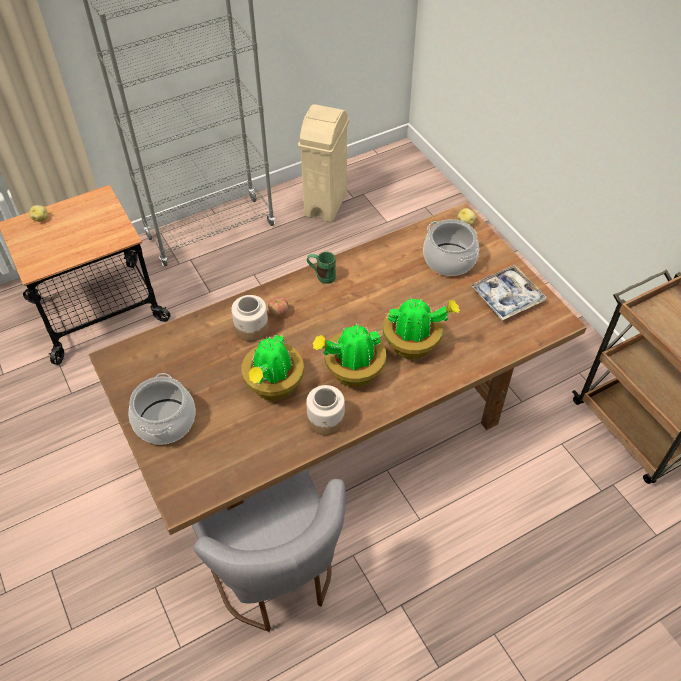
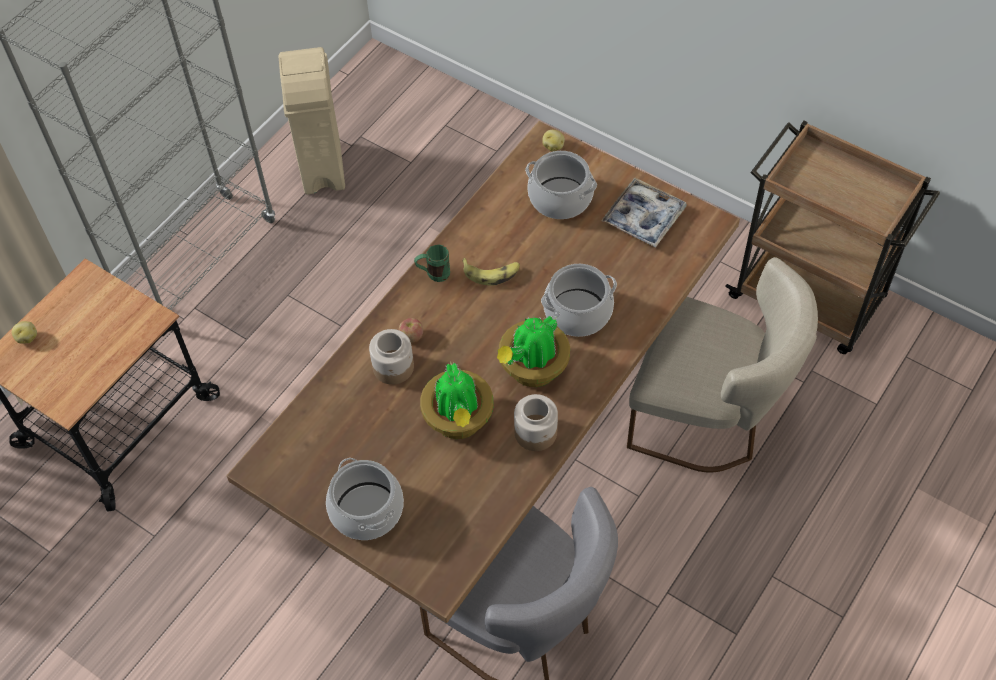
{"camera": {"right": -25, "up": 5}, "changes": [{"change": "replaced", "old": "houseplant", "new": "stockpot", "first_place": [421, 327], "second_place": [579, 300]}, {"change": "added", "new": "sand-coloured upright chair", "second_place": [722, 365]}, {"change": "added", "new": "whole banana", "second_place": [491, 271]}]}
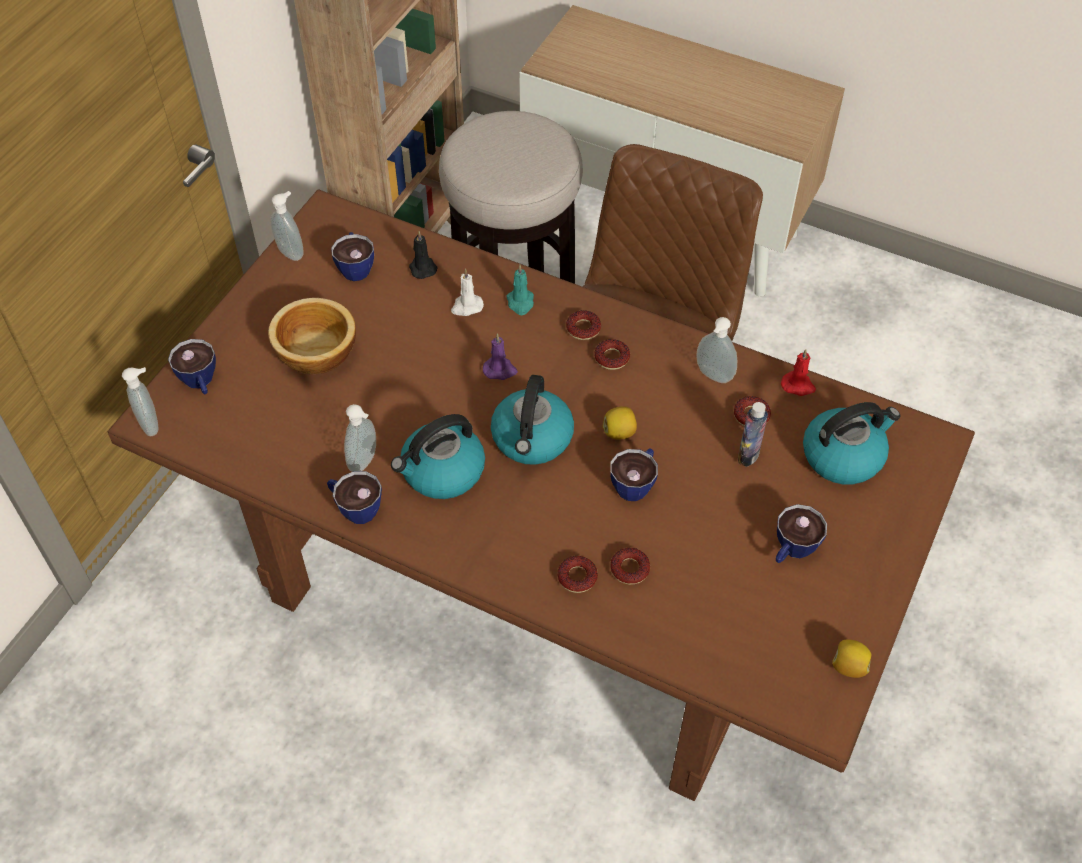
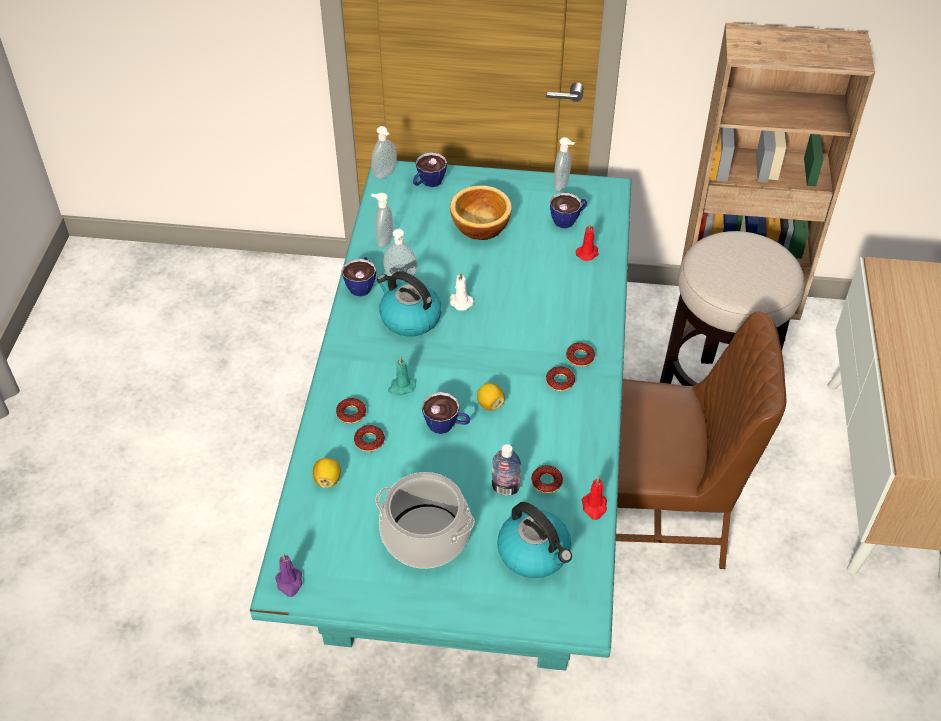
{"camera": {"right": 70, "up": -5}, "changes": [{"change": "recoloured", "old": "brown dinner table", "new": "turquoise-coloured dinner table", "first_place": [541, 495], "second_place": [440, 416]}, {"change": "recoloured", "old": "black-coloured wax candle", "new": "reddish wax candle", "first_place": [423, 255], "second_place": [586, 241]}, {"change": "moved", "old": "turquoise-coloured wax candle", "first_place": [520, 290], "second_place": [402, 375]}, {"change": "moved", "old": "white wax candle", "first_place": [467, 292], "second_place": [462, 291]}, {"change": "moved", "old": "liquid soap bottle", "first_place": [716, 350], "second_place": [382, 220]}, {"change": "moved", "old": "purplish wax candle", "first_place": [500, 356], "second_place": [288, 575]}, {"change": "removed", "old": "tea kettle", "first_place": [532, 420]}, {"change": "replaced", "old": "cup", "new": "stockpot", "first_place": [801, 533], "second_place": [425, 520]}, {"change": "moved", "old": "citrus fruit", "first_place": [852, 658], "second_place": [327, 473]}]}
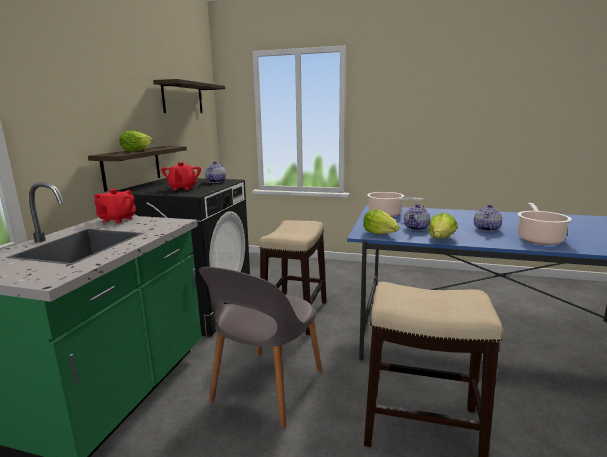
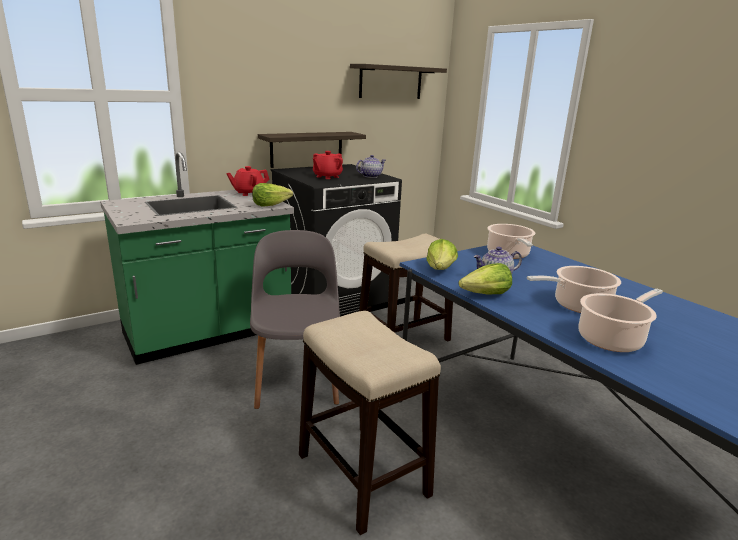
{"camera": {"right": 40, "up": 5}, "changes": [{"change": "moved", "old": "lettuce", "first_place": [136, 141], "second_place": [272, 195]}, {"change": "replaced", "old": "pot for tea", "new": "stockpot", "first_place": [488, 218], "second_place": [574, 289]}, {"change": "turned", "old": "greyish upright chair", "first_place": [260, 347], "second_place": [295, 319], "degrees": 105}]}
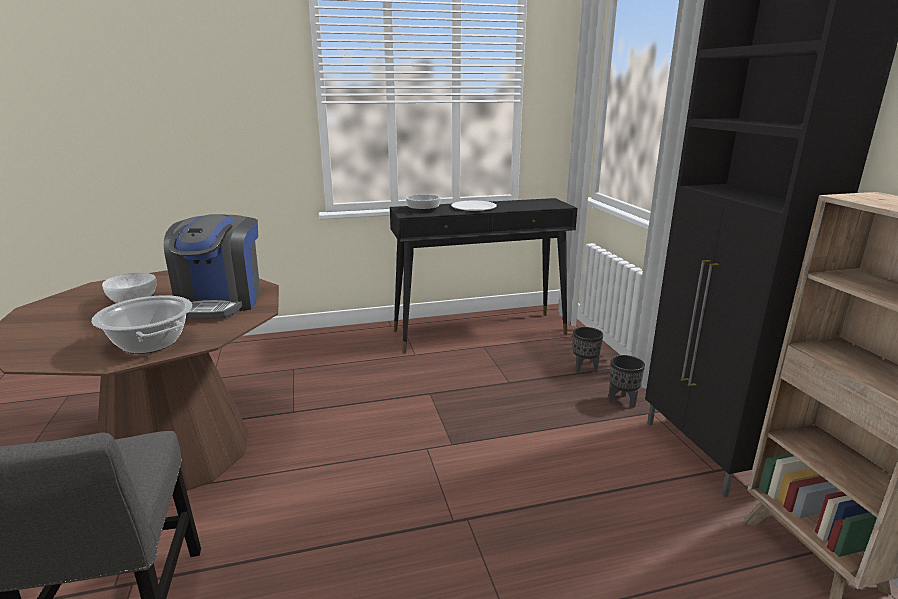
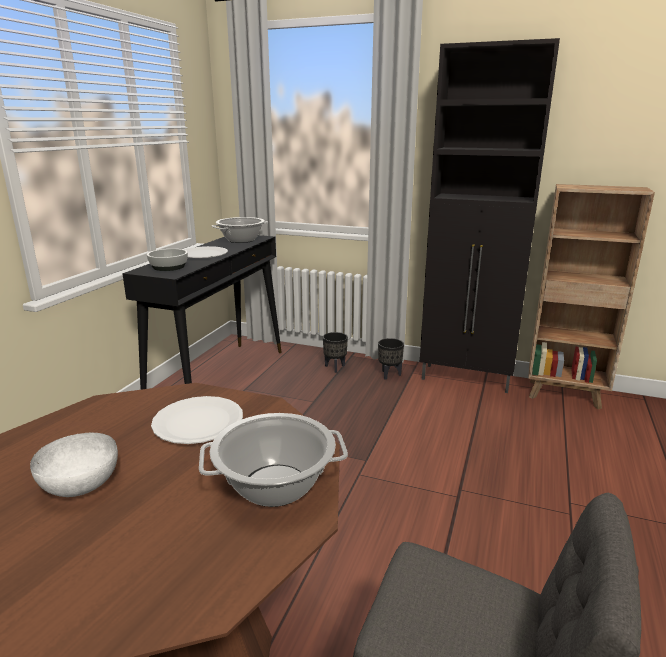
{"camera": {"right": -55, "up": 0}, "changes": [{"change": "replaced", "old": "coffee brewer", "new": "white dinner plate", "first_place": [212, 266], "second_place": [197, 420]}, {"change": "added", "new": "stockpot", "second_place": [239, 230]}]}
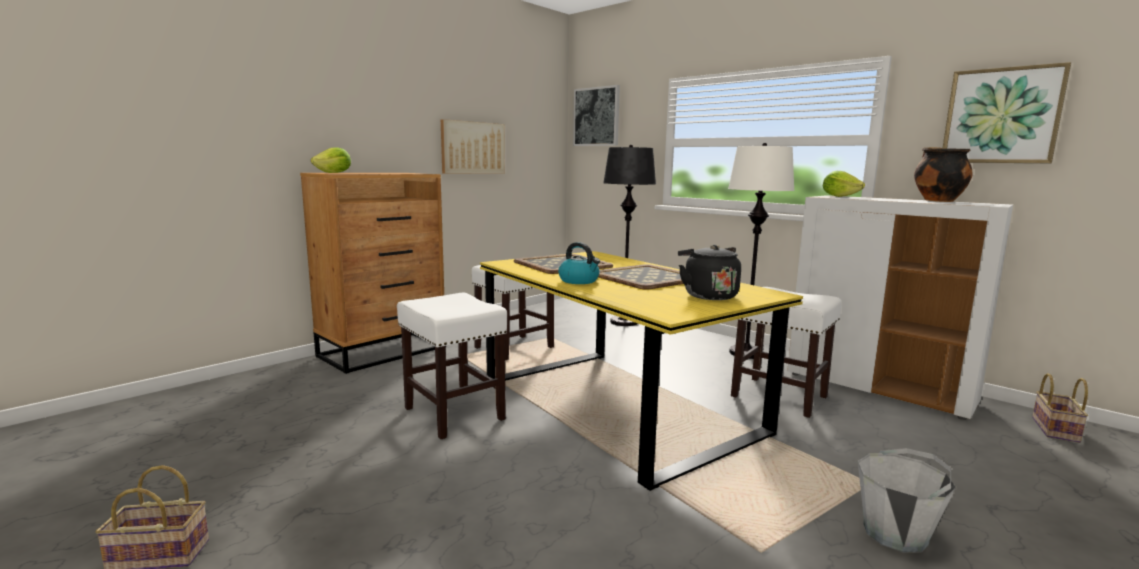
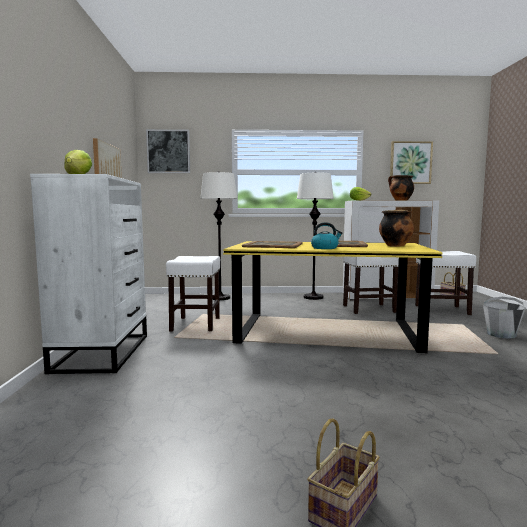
{"camera": {"right": -45, "up": -5}, "changes": [{"change": "recoloured", "old": "black-coloured floor lamp", "new": "white floor lamp", "first_place": [629, 235], "second_place": [219, 235]}, {"change": "recoloured", "old": "brown drawer chest", "new": "white drawer chest", "first_place": [373, 273], "second_place": [88, 274]}, {"change": "replaced", "old": "black-coloured tea kettle", "new": "stockpot", "first_place": [709, 272], "second_place": [396, 228]}, {"change": "moved", "old": "white sitting stool", "first_place": [452, 366], "second_place": [445, 283]}]}
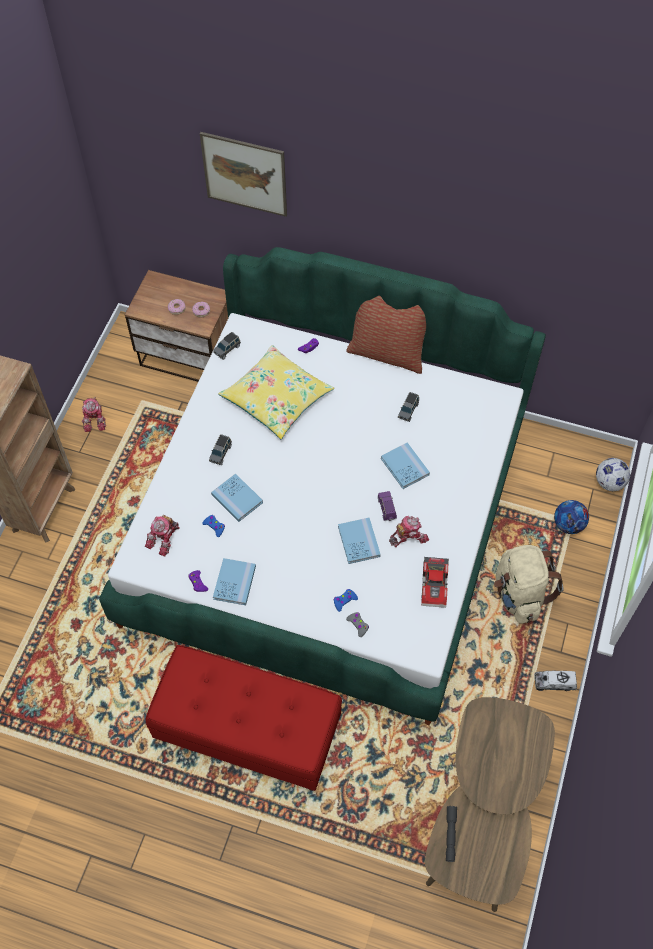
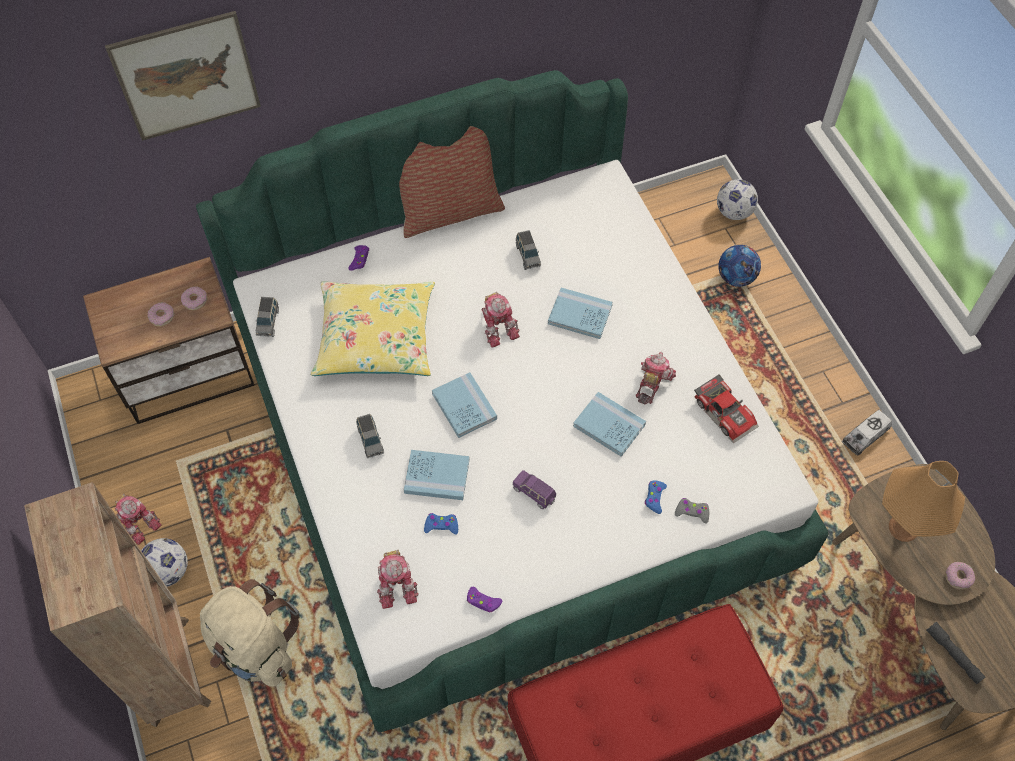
{"camera": {"right": -40, "up": 0}, "changes": [{"change": "moved", "old": "purplish model car", "first_place": [387, 506], "second_place": [534, 489]}, {"change": "moved", "old": "sand-coloured rucksack", "first_place": [529, 584], "second_place": [250, 633]}, {"change": "moved", "old": "bluish book", "first_place": [234, 581], "second_place": [464, 405]}, {"change": "added", "new": "model robot", "second_place": [501, 320]}, {"change": "added", "new": "orange-coloured table lamp", "second_place": [923, 501]}, {"change": "added", "new": "football", "second_place": [164, 562]}, {"change": "added", "new": "donut", "second_place": [960, 576]}]}
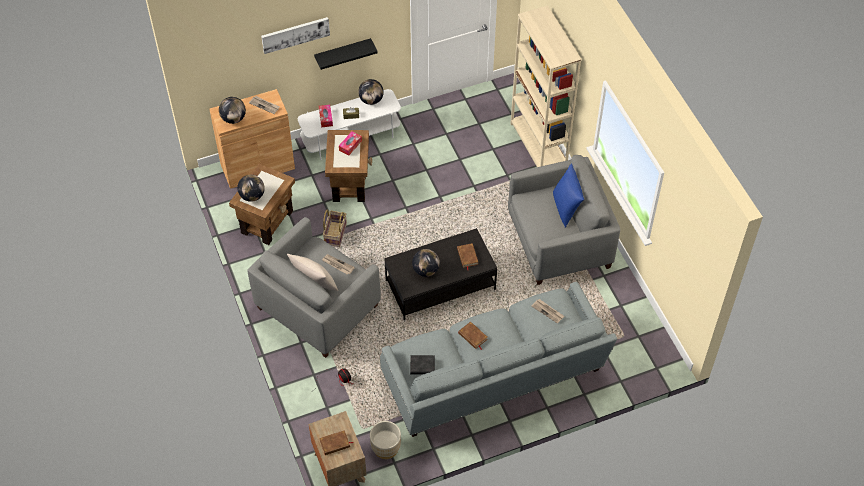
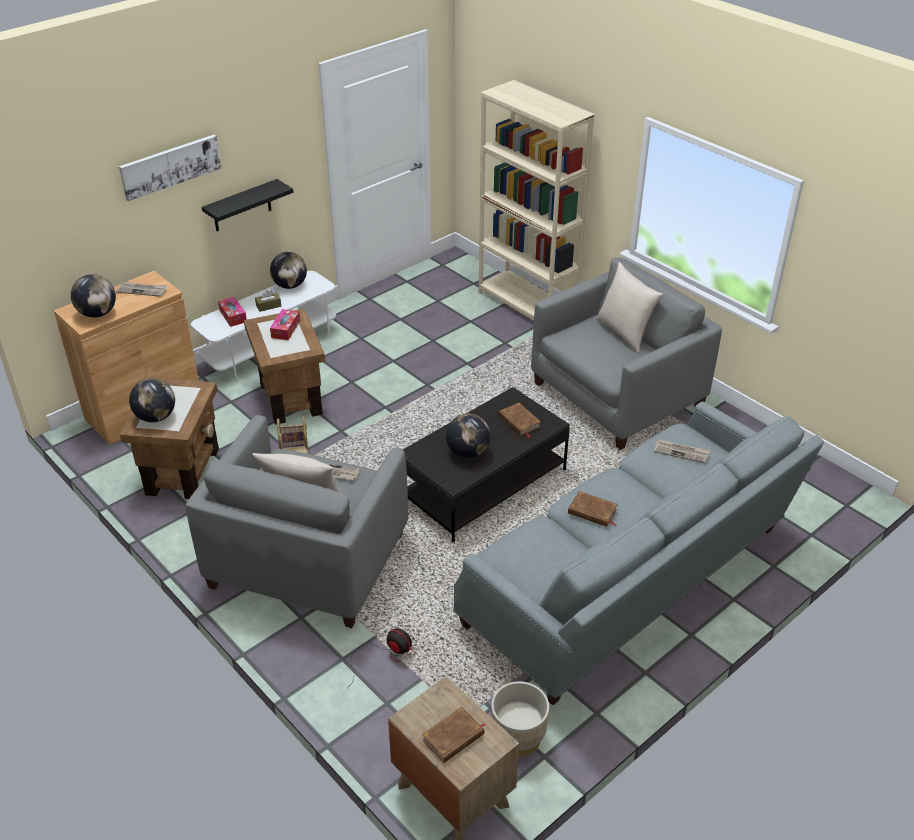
{"camera": {"right": -20, "up": -15}, "changes": [{"change": "recoloured", "old": "bluish pillow", "new": "sand-coloured pillow", "first_place": [568, 196], "second_place": [629, 307]}, {"change": "removed", "old": "black-coloured book", "first_place": [422, 365]}]}
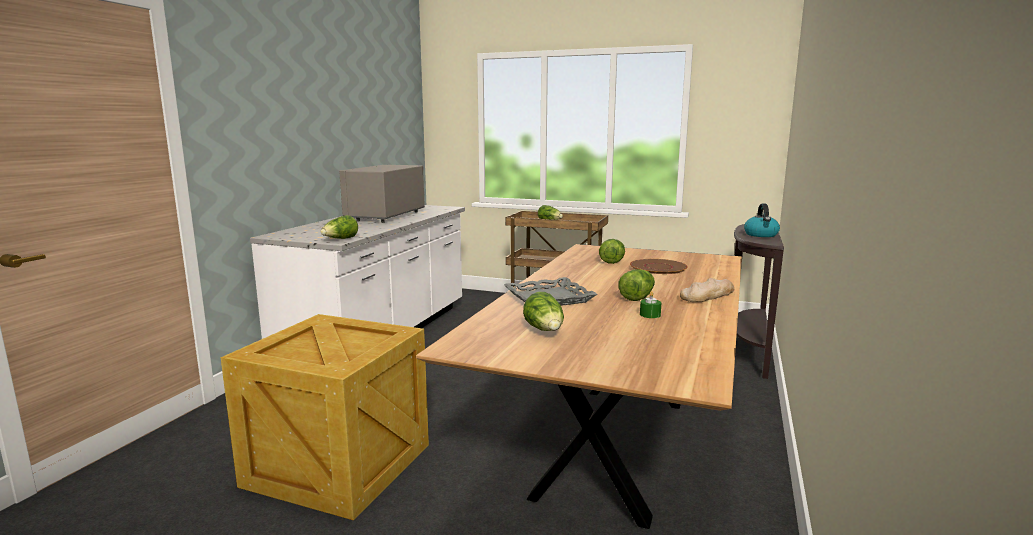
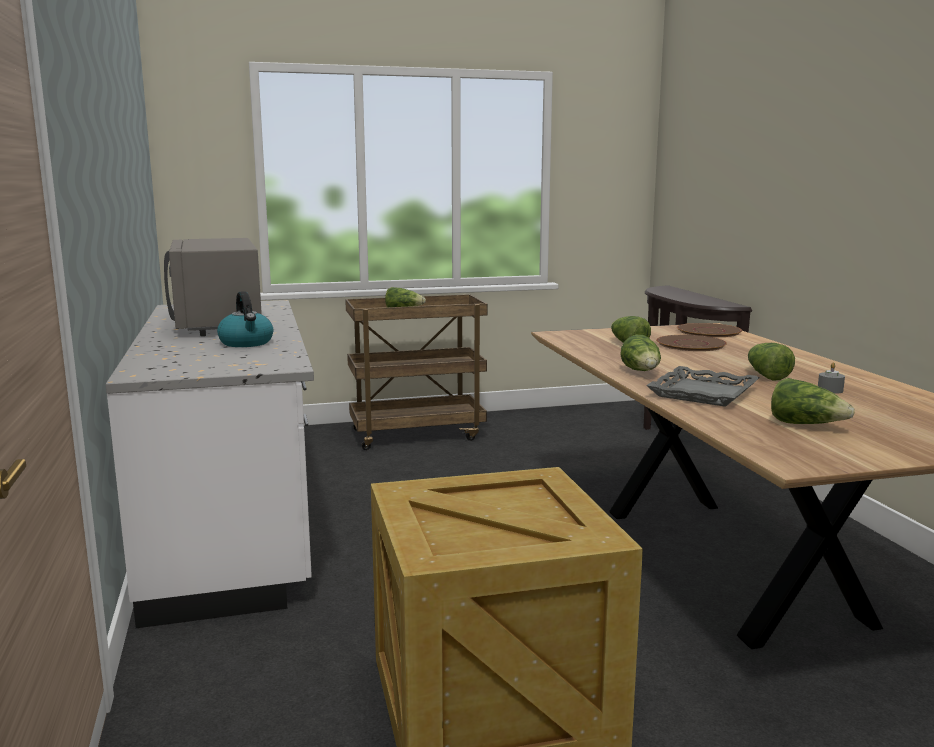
{"camera": {"right": -35, "up": 0}, "changes": [{"change": "moved", "old": "tea kettle", "first_place": [762, 220], "second_place": [245, 319]}, {"change": "moved", "old": "lettuce", "first_place": [339, 227], "second_place": [640, 353]}, {"change": "removed", "old": "bakery bread", "first_place": [707, 290]}, {"change": "recoloured", "old": "green-coloured wax candle", "new": "greyish wax candle", "first_place": [650, 304], "second_place": [831, 378]}, {"change": "added", "new": "brown dinner plate", "second_place": [709, 330]}]}
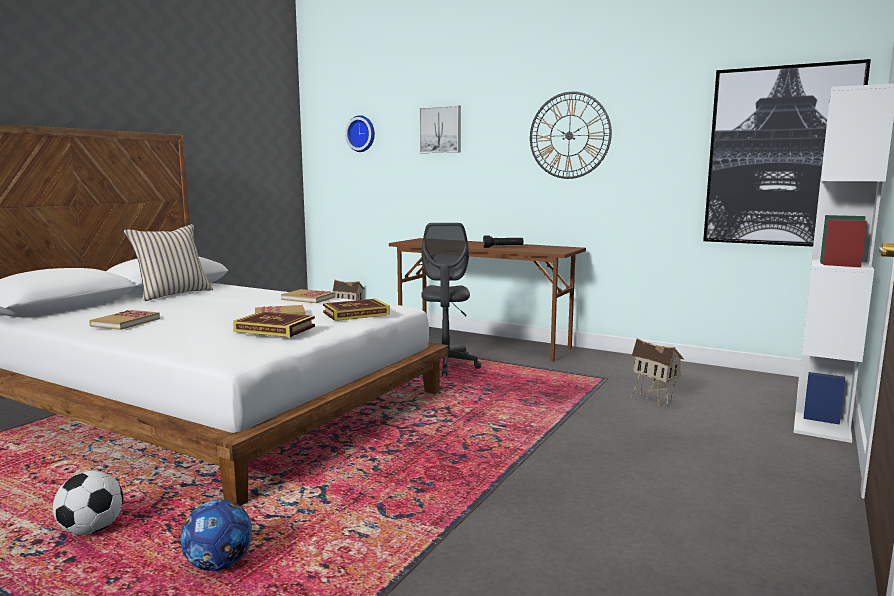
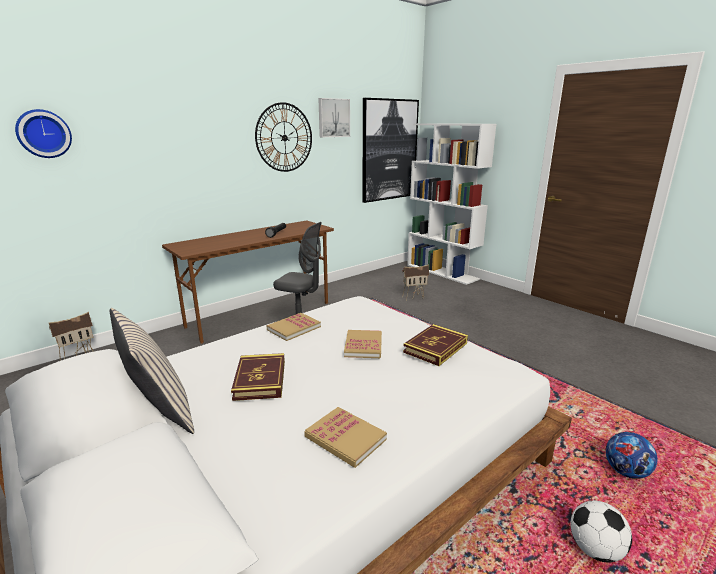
{"camera": {"right": -70, "up": 10}, "changes": [{"change": "moved", "old": "wall art", "first_place": [440, 129], "second_place": [334, 117]}, {"change": "moved", "old": "book", "first_place": [356, 310], "second_place": [258, 377]}]}
